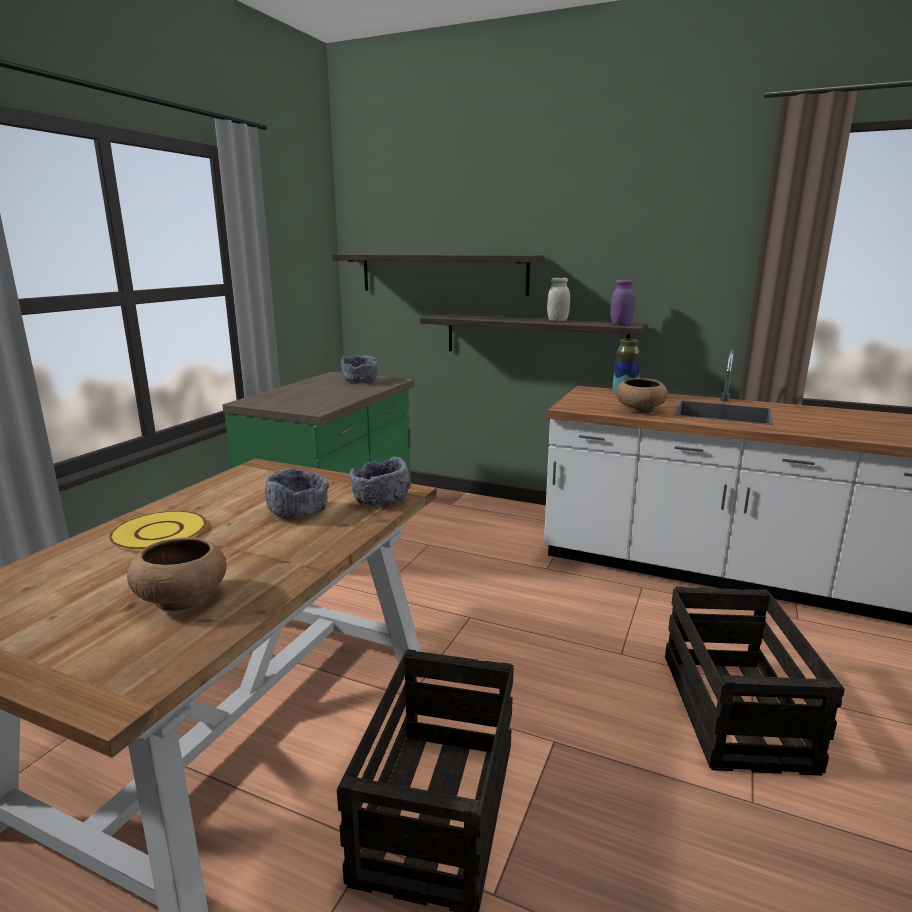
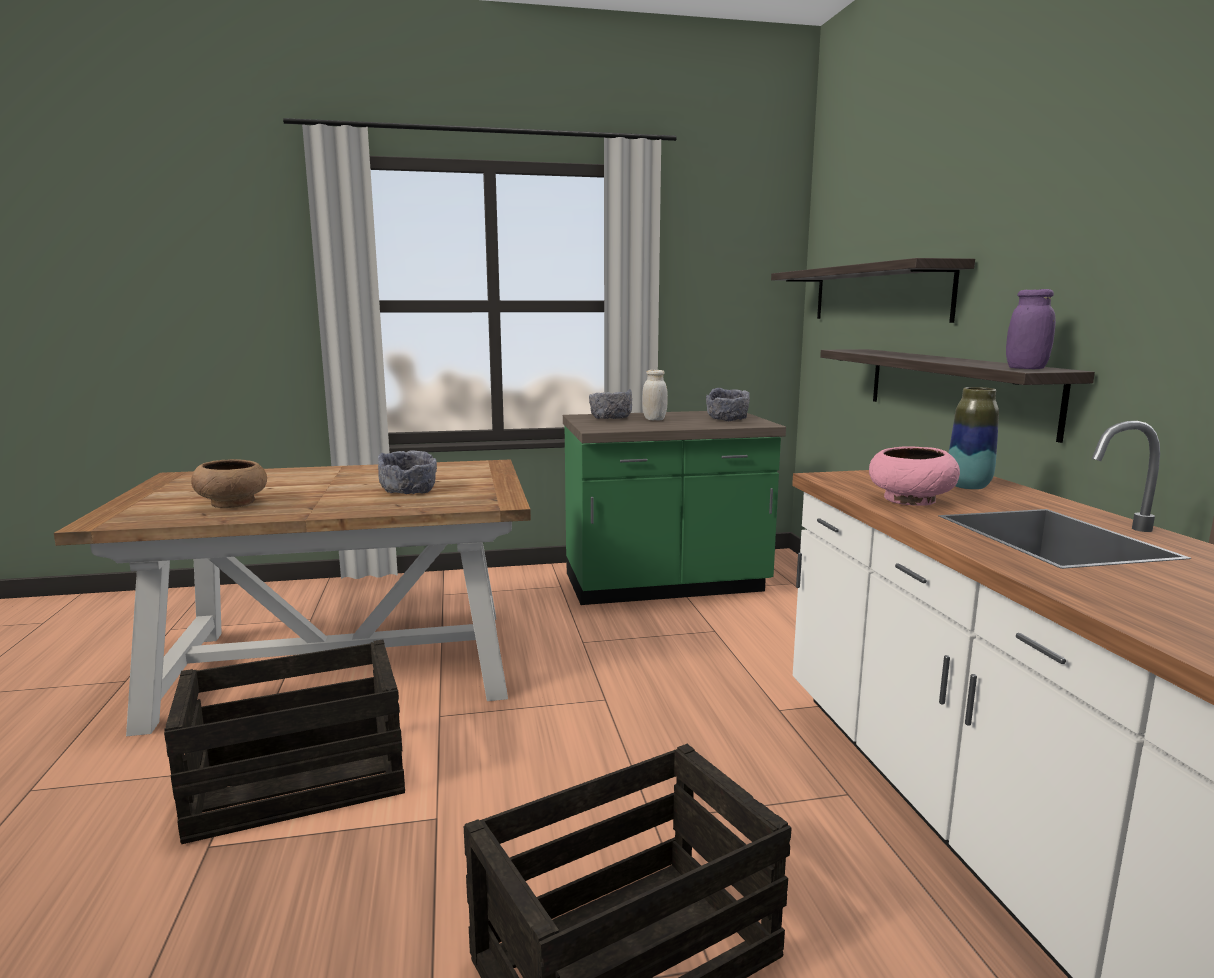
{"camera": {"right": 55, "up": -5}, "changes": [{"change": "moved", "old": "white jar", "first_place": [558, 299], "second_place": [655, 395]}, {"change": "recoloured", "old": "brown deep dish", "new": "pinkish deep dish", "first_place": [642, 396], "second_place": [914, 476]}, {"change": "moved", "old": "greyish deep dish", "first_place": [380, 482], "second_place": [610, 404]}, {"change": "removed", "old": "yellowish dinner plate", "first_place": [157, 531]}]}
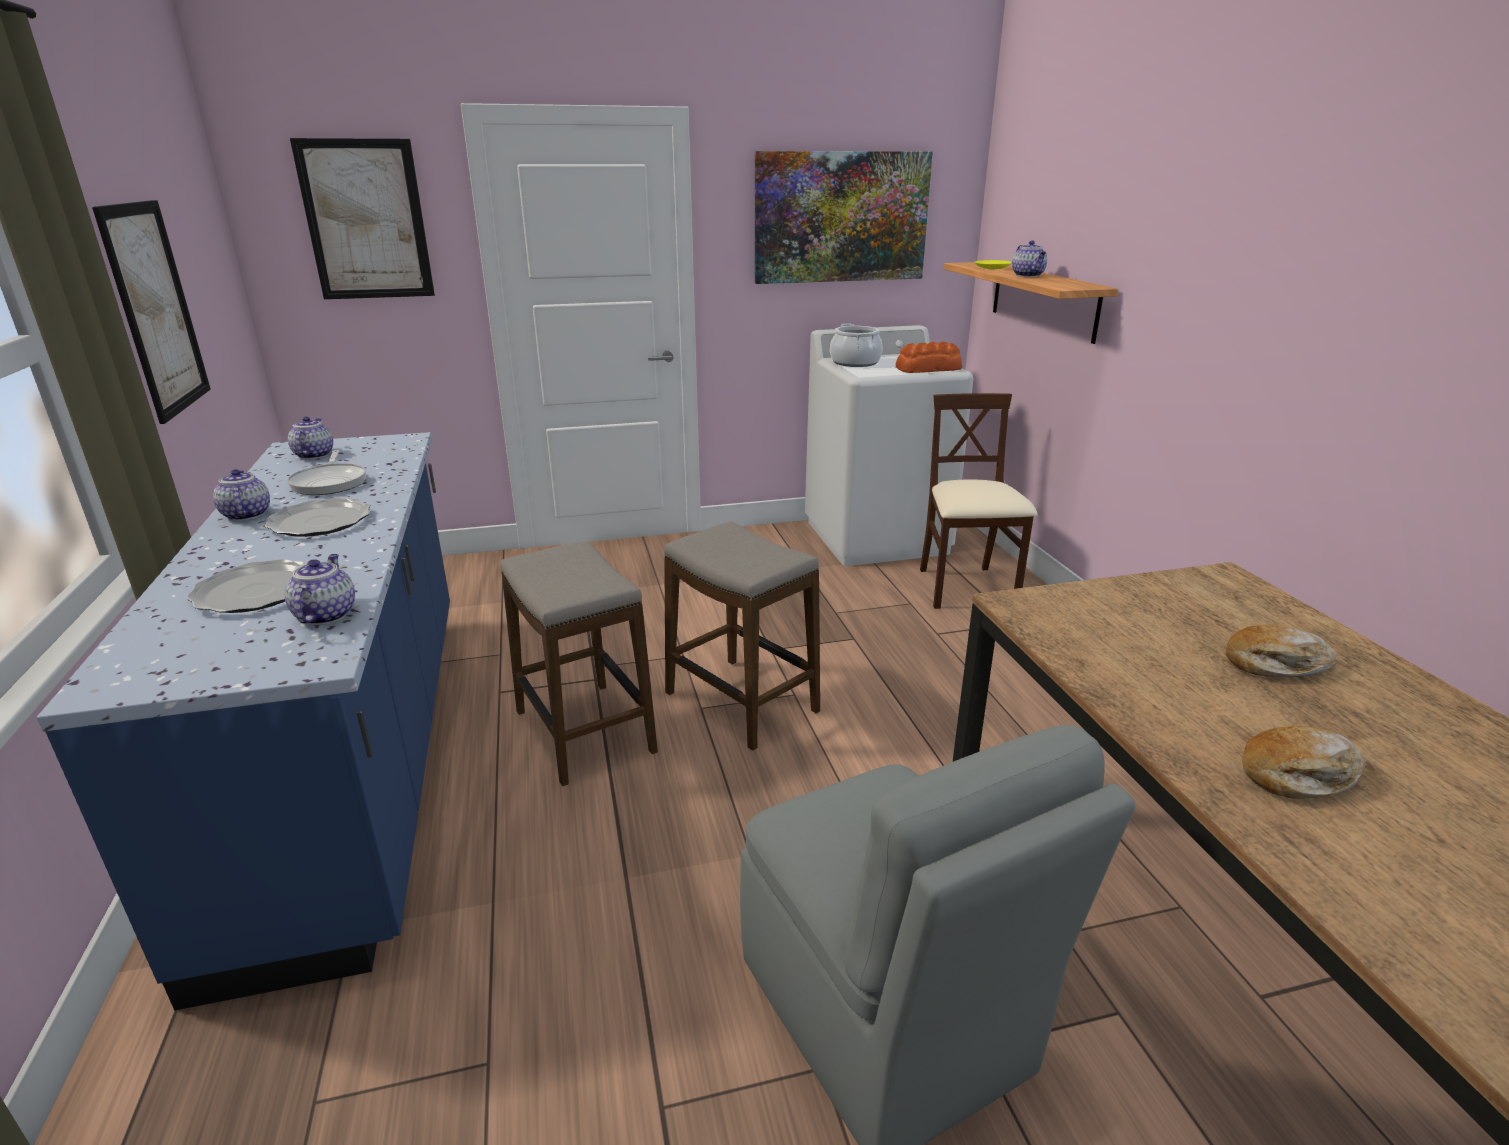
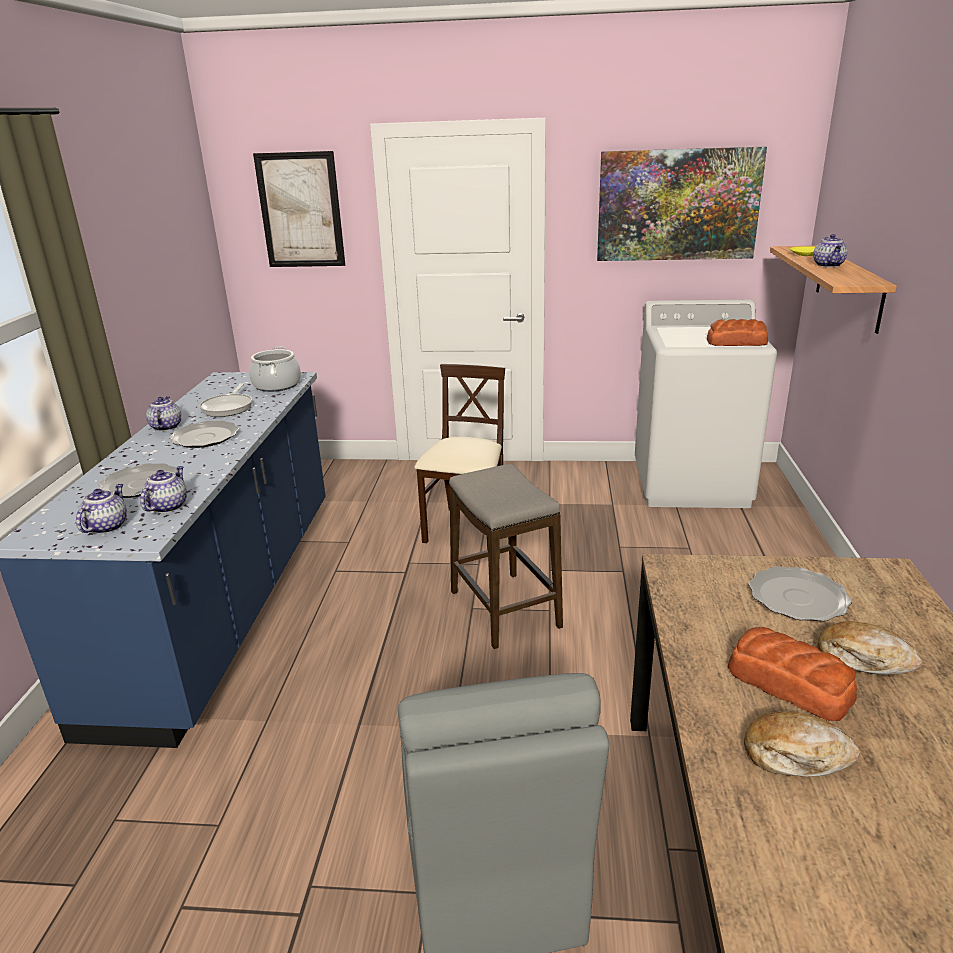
{"camera": {"right": 20, "up": 0}, "changes": [{"change": "removed", "old": "wall art", "first_place": [151, 312]}, {"change": "moved", "old": "stockpot", "first_place": [856, 345], "second_place": [275, 369]}, {"change": "moved", "old": "sand-coloured upright chair", "first_place": [979, 501], "second_place": [459, 457]}, {"change": "moved", "old": "pot for tea", "first_place": [310, 438], "second_place": [101, 509]}, {"change": "removed", "old": "sitting stool", "first_place": [579, 663]}, {"change": "added", "new": "dinner plate", "second_place": [800, 593]}, {"change": "added", "new": "bakery bread", "second_place": [792, 674]}]}
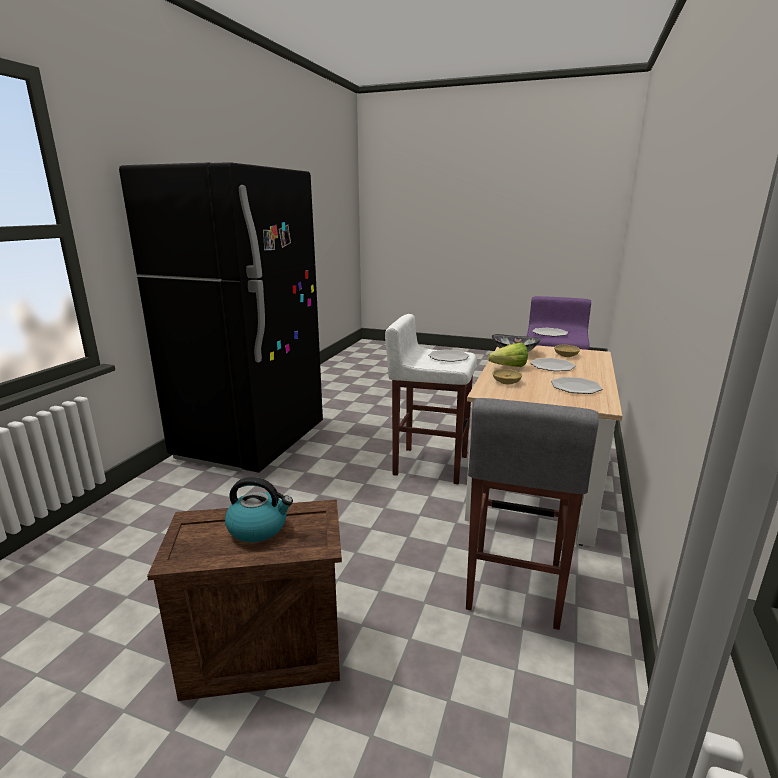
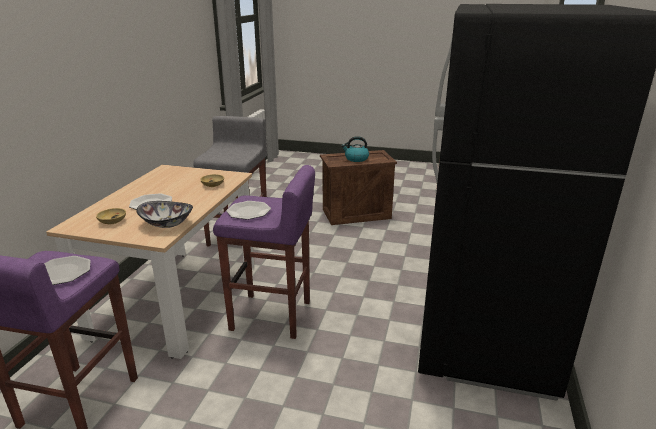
{"camera": {"right": 175, "up": 5}, "changes": [{"change": "recoloured", "old": "white sitting stool", "new": "purplish sitting stool", "first_place": [431, 399], "second_place": [264, 252]}, {"change": "removed", "old": "lettuce", "first_place": [508, 355]}, {"change": "removed", "old": "dinner plate", "first_place": [576, 385]}]}
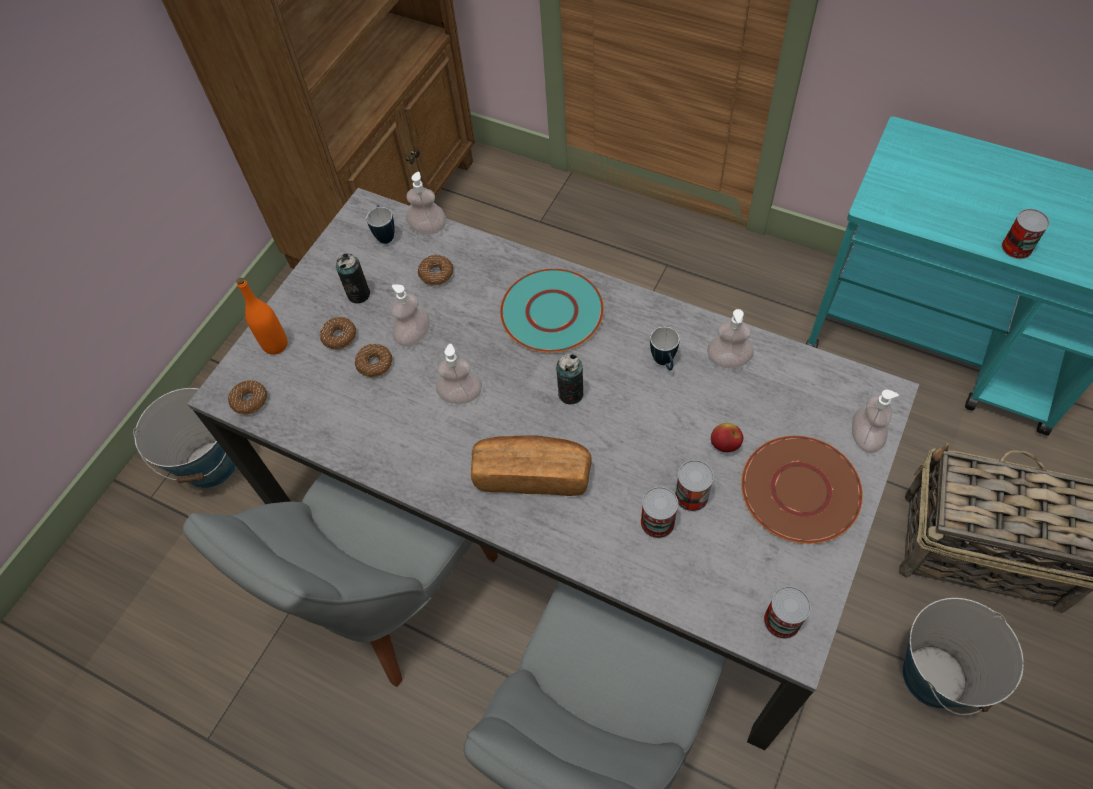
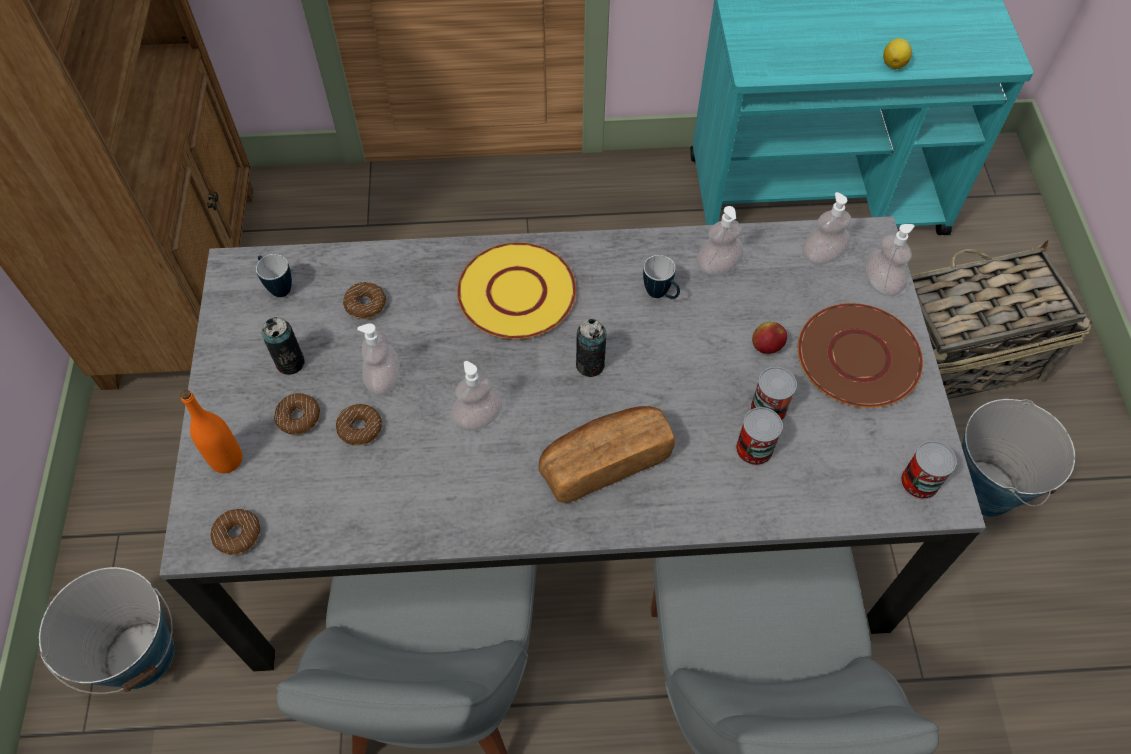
{"camera": {"right": -35, "up": 0}, "changes": [{"change": "moved", "old": "liquid soap bottle", "first_place": [426, 203], "second_place": [826, 228]}, {"change": "replaced", "old": "sealed can", "new": "citrus fruit", "first_place": [1025, 234], "second_place": [897, 53]}, {"change": "recoloured", "old": "turquoise-coloured dinner plate", "new": "yellowish dinner plate", "first_place": [552, 310], "second_place": [516, 290]}]}
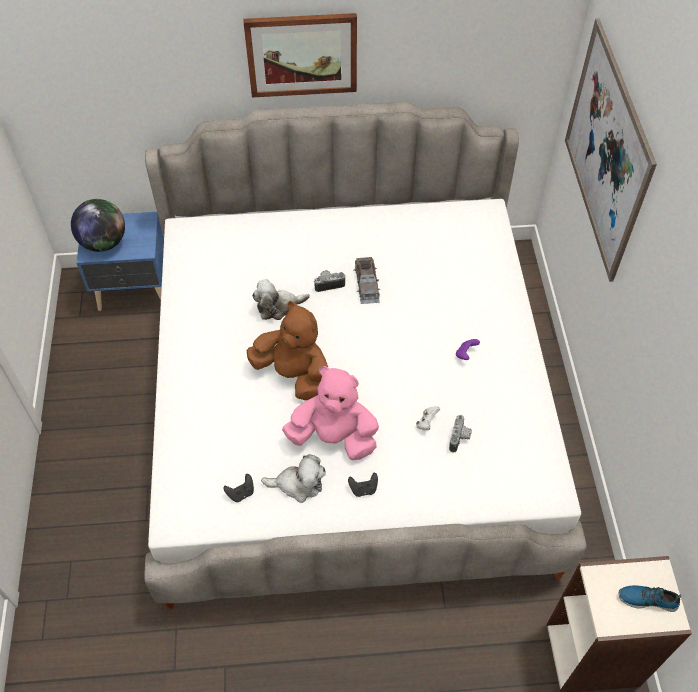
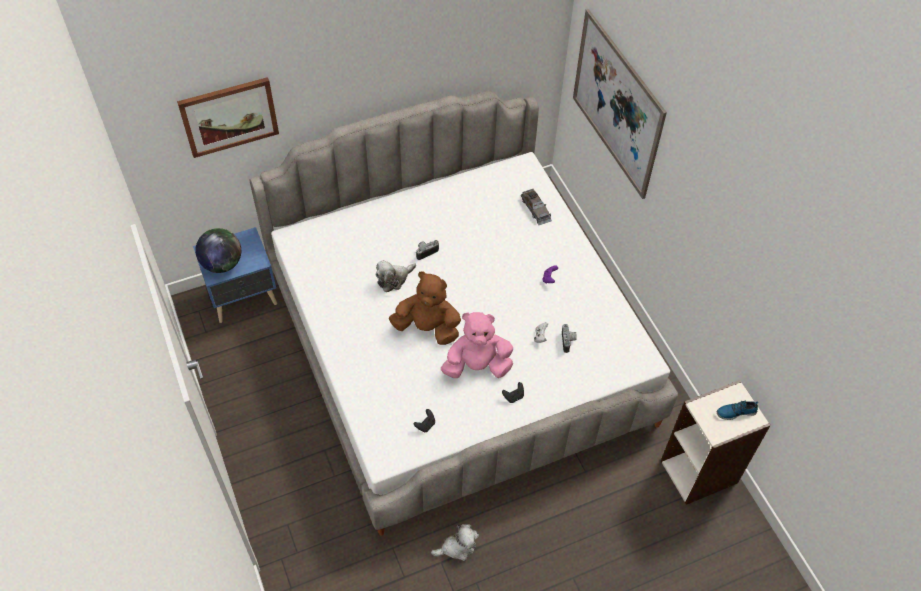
{"camera": {"right": -20, "up": 0}, "changes": [{"change": "moved", "old": "wall art", "first_place": [300, 55], "second_place": [228, 117]}, {"change": "moved", "old": "greyish model car", "first_place": [367, 280], "second_place": [536, 207]}, {"change": "moved", "old": "cuddly toy", "first_place": [293, 478], "second_place": [455, 542]}]}
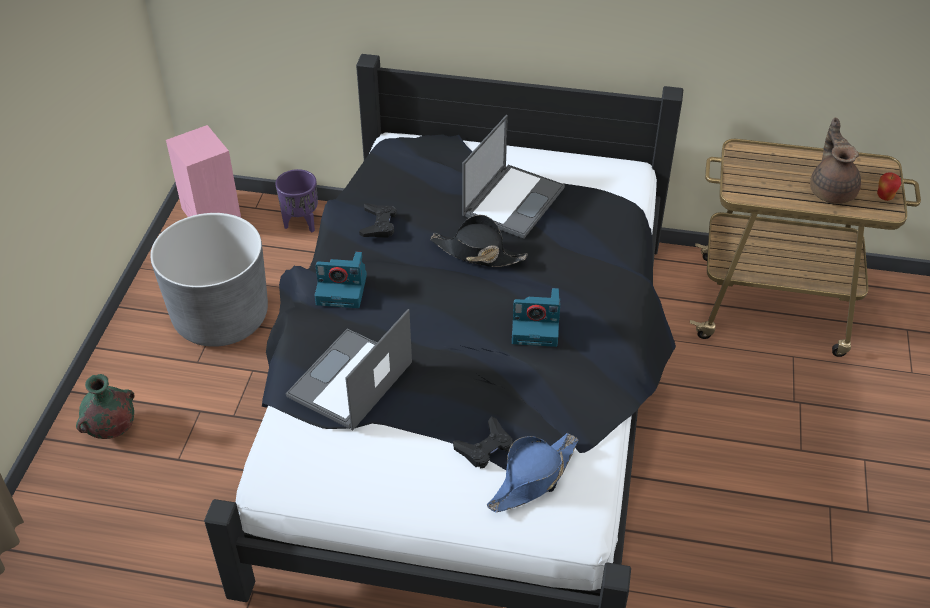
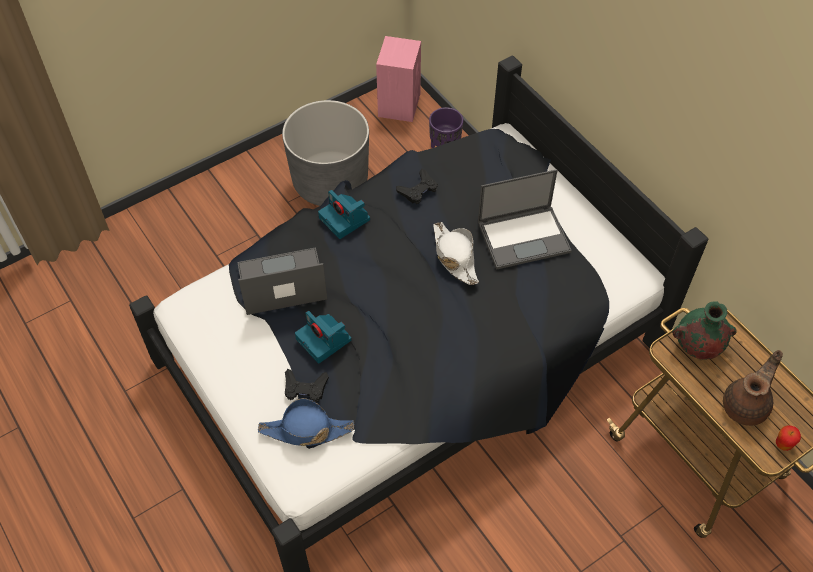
{"camera": {"right": 45, "up": 10}, "changes": [{"change": "recoloured", "old": "black-coloured clothing hat", "new": "white clothing hat", "first_place": [479, 241], "second_place": [456, 253]}, {"change": "moved", "old": "still camera", "first_place": [536, 317], "second_place": [323, 337]}, {"change": "moved", "old": "green-coloured decorative vase", "first_place": [105, 406], "second_place": [704, 330]}]}
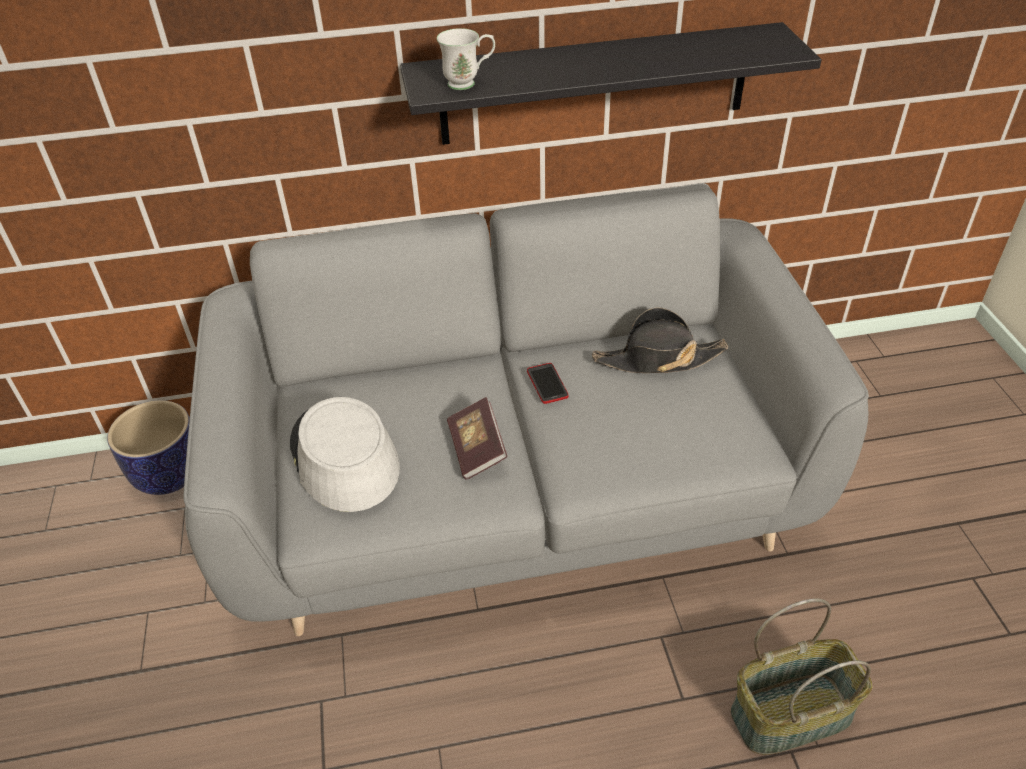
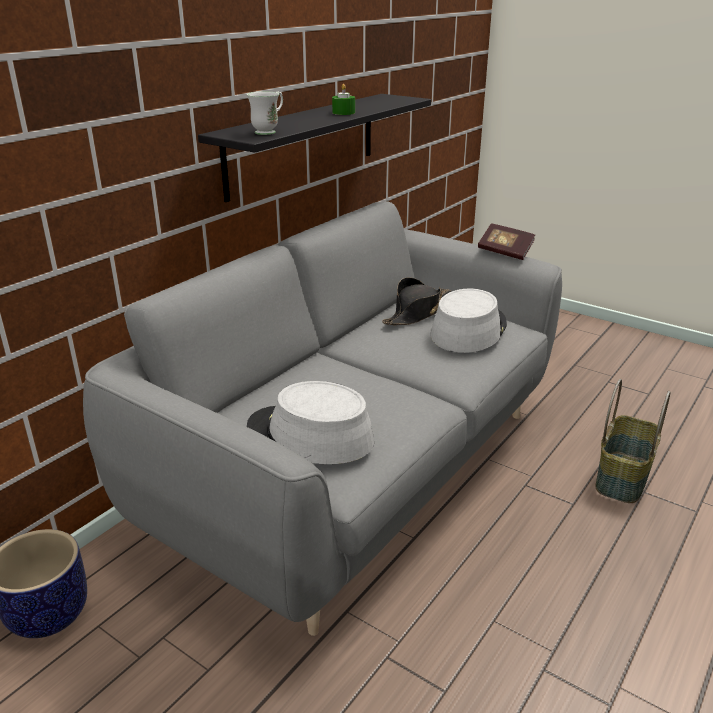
{"camera": {"right": -45, "up": -15}, "changes": [{"change": "removed", "old": "telephone", "first_place": [548, 383]}, {"change": "moved", "old": "book", "first_place": [477, 438], "second_place": [506, 241]}, {"change": "added", "new": "green-coloured wax candle", "second_place": [343, 99]}, {"change": "added", "new": "greyish clothing hat", "second_place": [469, 320]}]}
